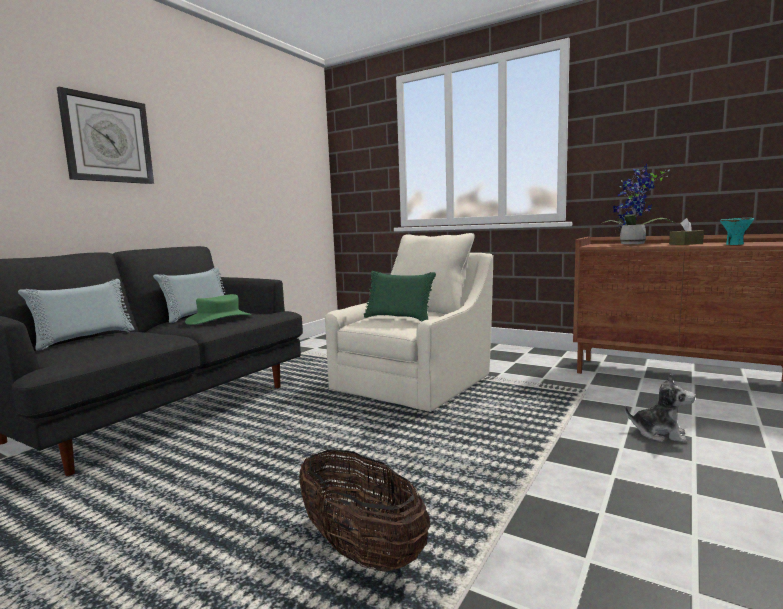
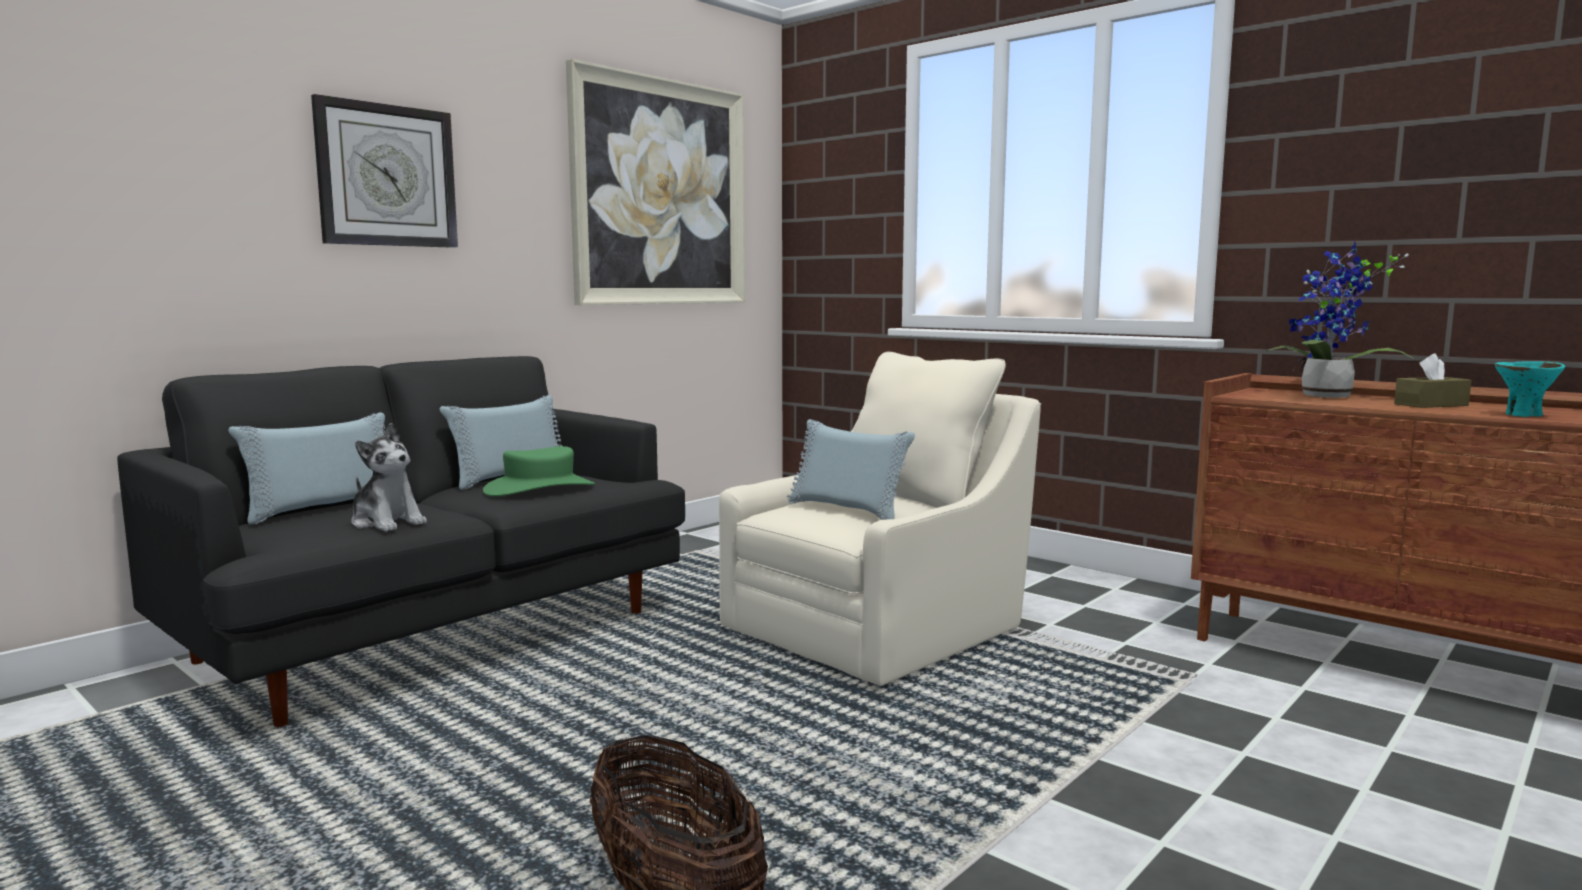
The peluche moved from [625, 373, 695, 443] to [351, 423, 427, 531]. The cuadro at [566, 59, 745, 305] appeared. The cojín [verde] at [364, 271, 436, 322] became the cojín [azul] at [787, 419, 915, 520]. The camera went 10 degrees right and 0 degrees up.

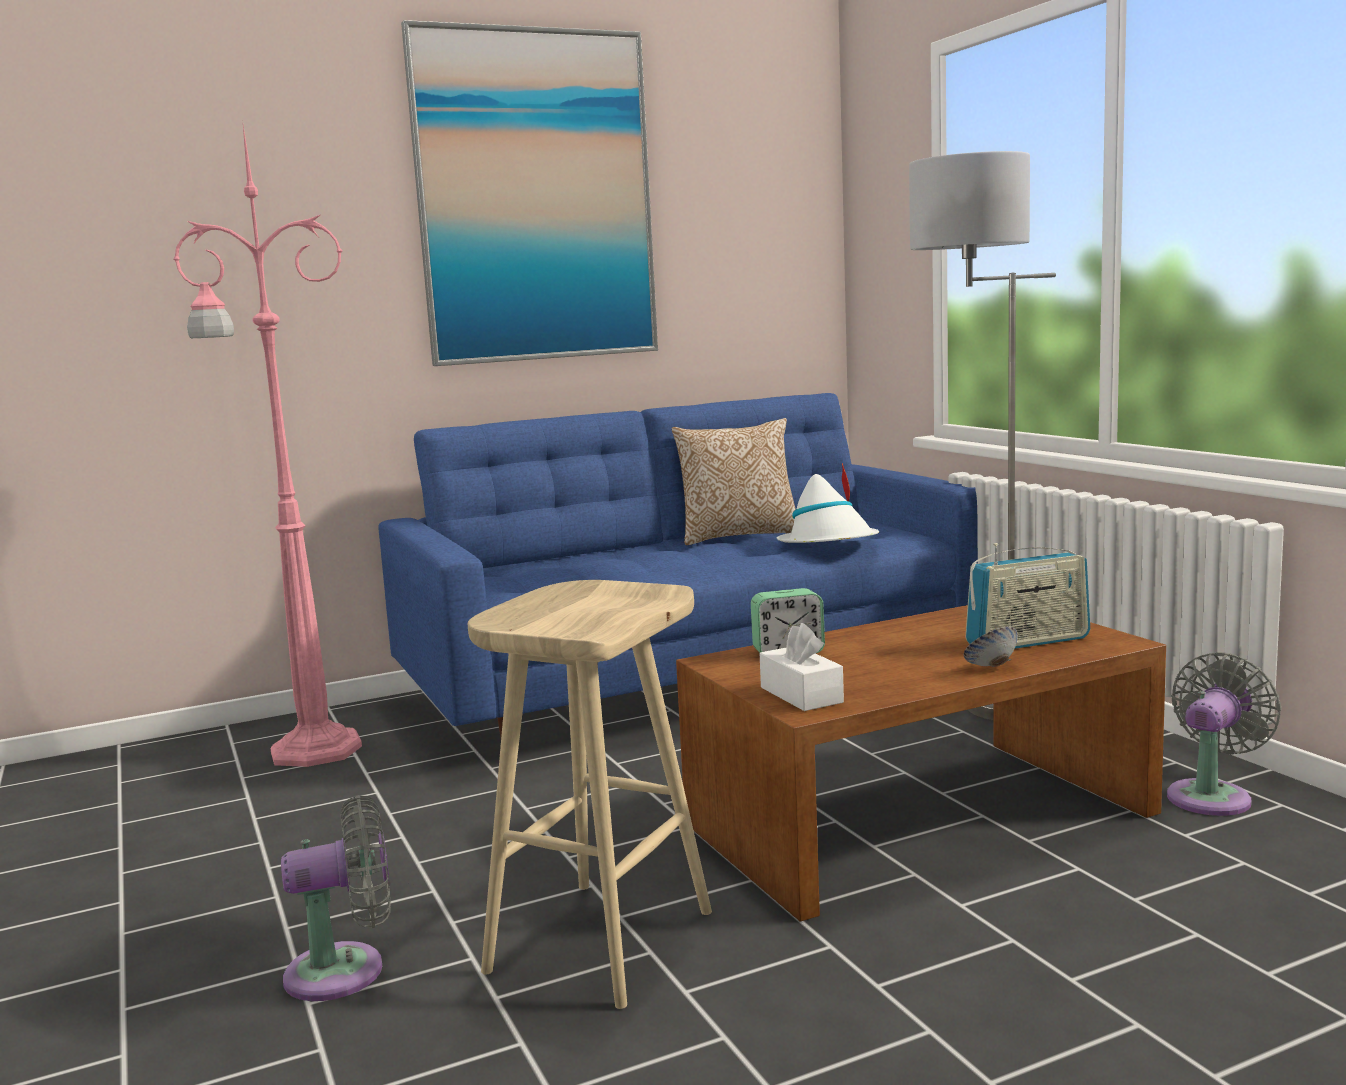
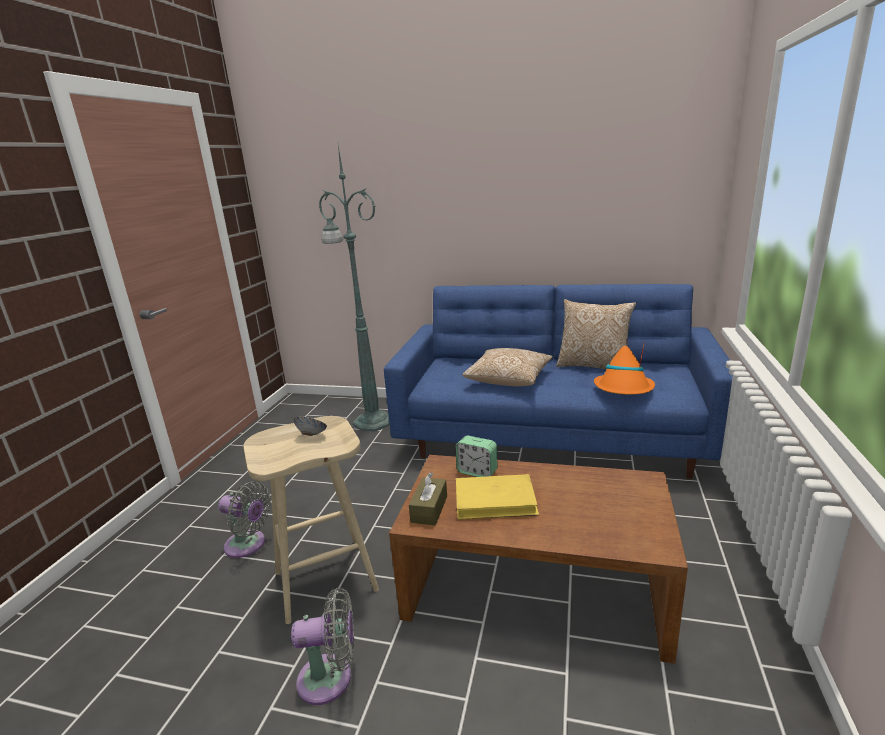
The ventilador [gris] moved from [1167, 652, 1282, 816] to [291, 588, 354, 705]. The cuenco moved from [964, 627, 1018, 667] to [294, 417, 327, 436]. The lámpara de pie [rosa] at [174, 119, 362, 767] became the lámpara de pie [verde] at [319, 145, 390, 432]. The caja de pañuelos [blanco] at [760, 623, 844, 711] became the caja de pañuelos [marrón] at [409, 472, 447, 525]. The libro [amarillo] at [456, 474, 539, 520] appeared. The cojín at [462, 348, 553, 386] appeared. The sombrero [blanco] at [777, 463, 879, 543] became the sombrero [naranja] at [594, 342, 655, 395]. The cuadro at [401, 20, 658, 366] disappeared. The lámpara de pie [gris] at [909, 151, 1056, 720] disappeared. The radio at [965, 543, 1090, 649] disappeared. The camera went 40 degrees right and 10 degrees up.

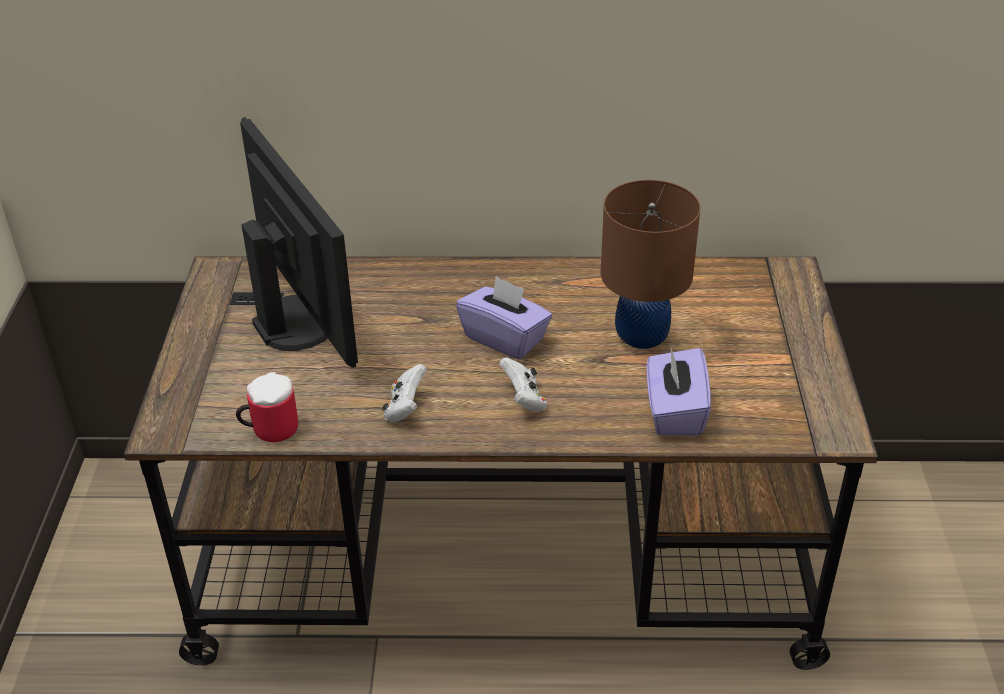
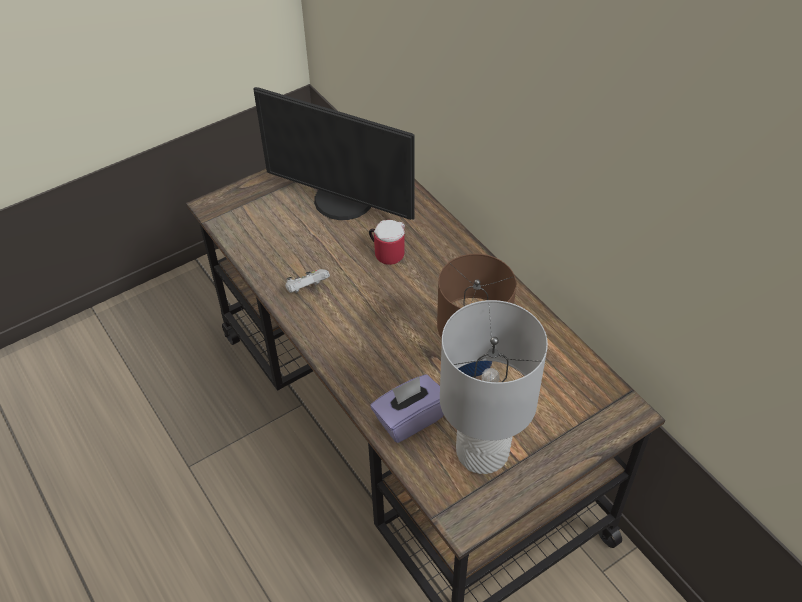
The monitor at [240, 117, 358, 368] turned 90 degrees clockwise. The taza grande moved from [236, 372, 298, 442] to [369, 220, 405, 265]. The lámpara de mesa [gris] at [440, 300, 548, 474] appeared. The caja de pañuelos [morado] at [456, 276, 552, 360] disappeared. The mando de consola [blanco] at [499, 357, 547, 412] disappeared. The camera went 55 degrees right and 10 degrees up.

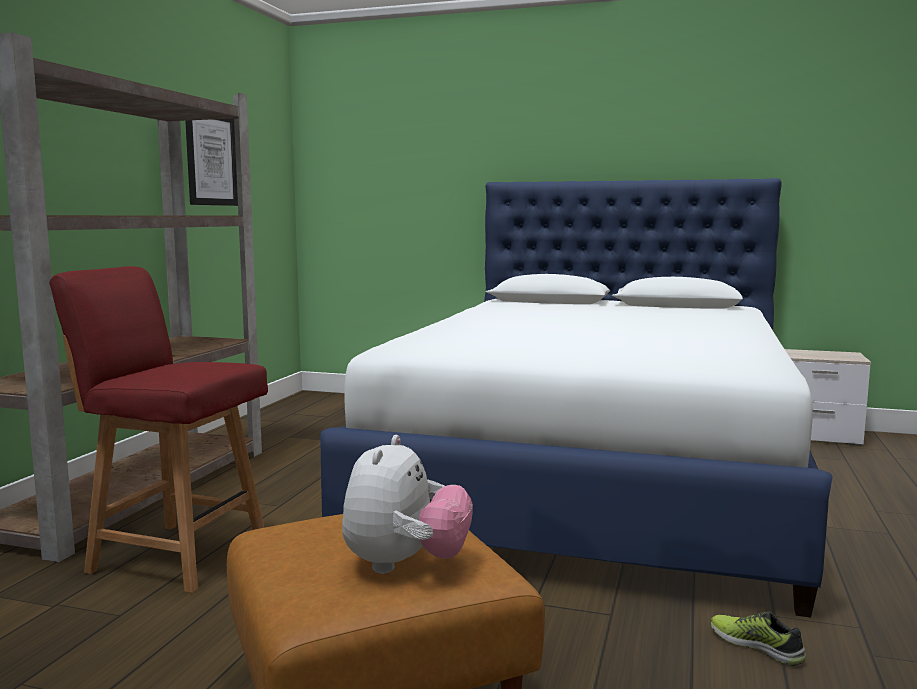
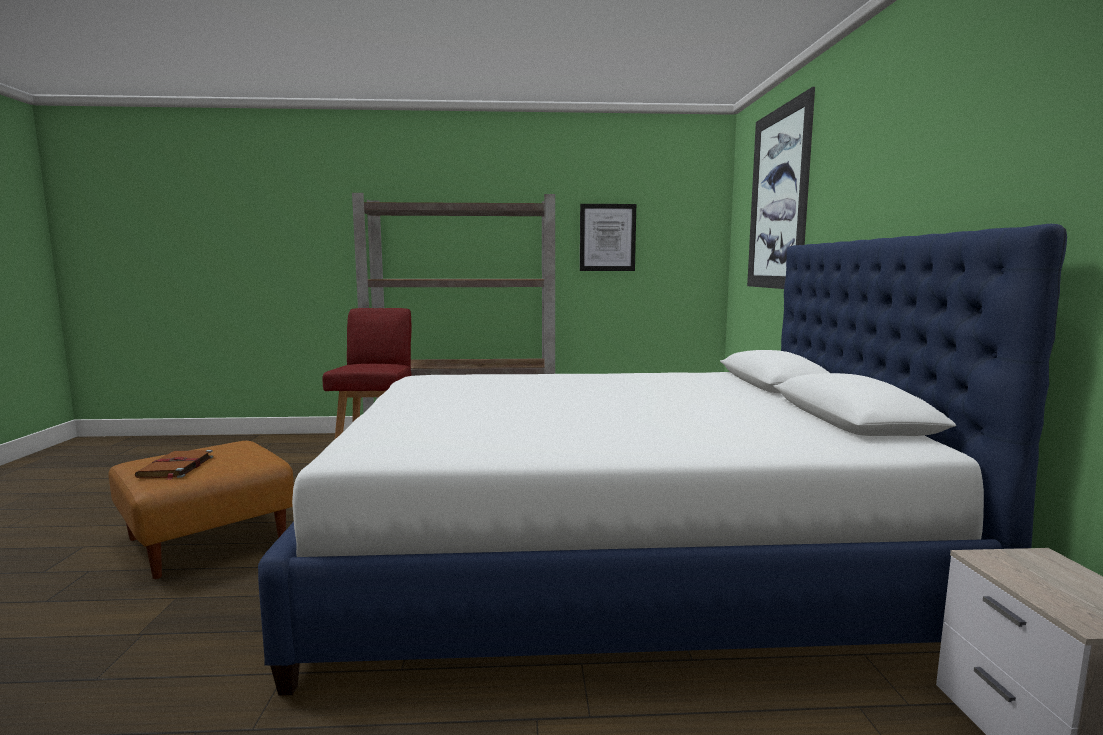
The peluche at [342, 435, 473, 574] was replaced by the libro [marrón] at [135, 450, 213, 480]. The cuadro at [747, 87, 815, 289] appeared. The zapato at [711, 611, 806, 666] disappeared. The camera went 70 degrees right and 0 degrees up.

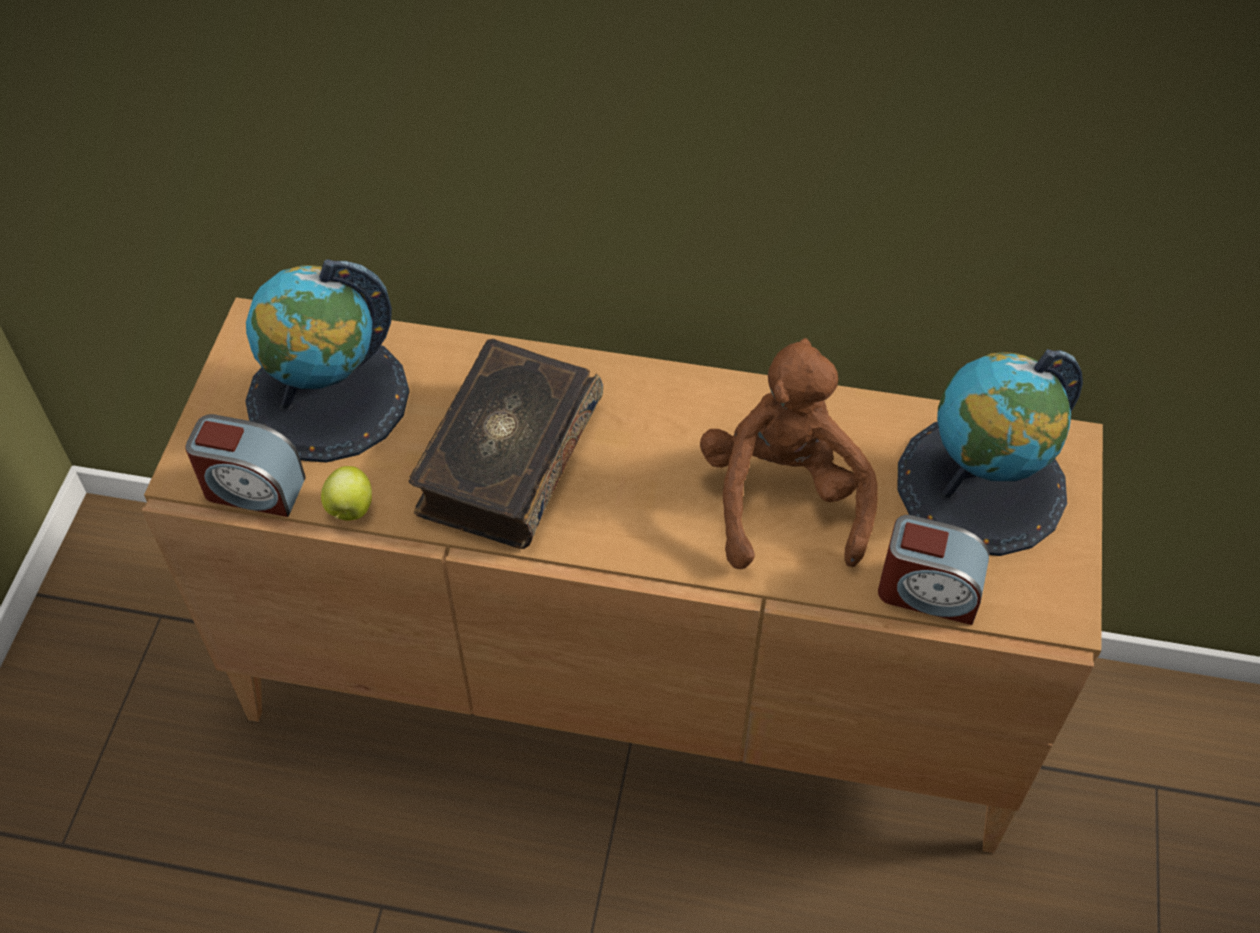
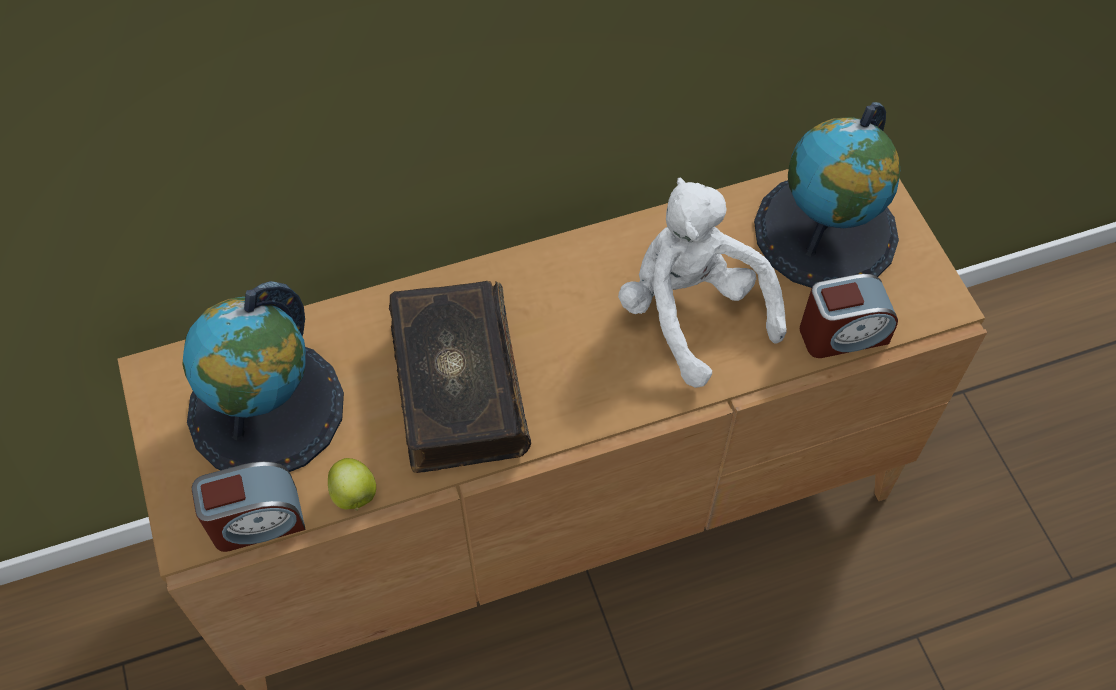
The peluche [marrón] at [700, 338, 878, 569] became the peluche [blanco] at [618, 178, 787, 388]. The camera went 30 degrees left and 5 degrees up.

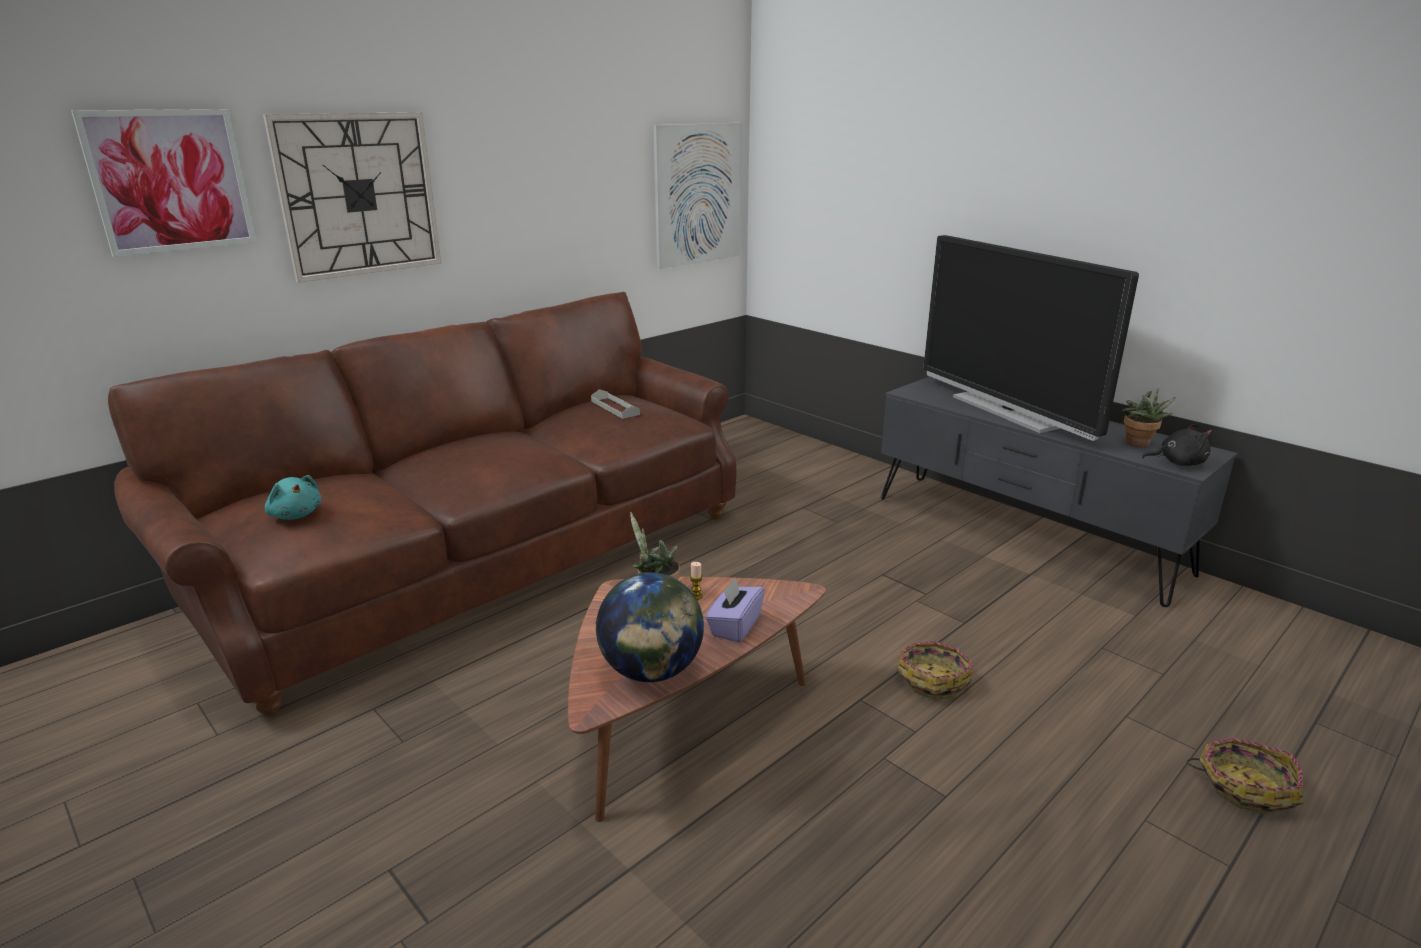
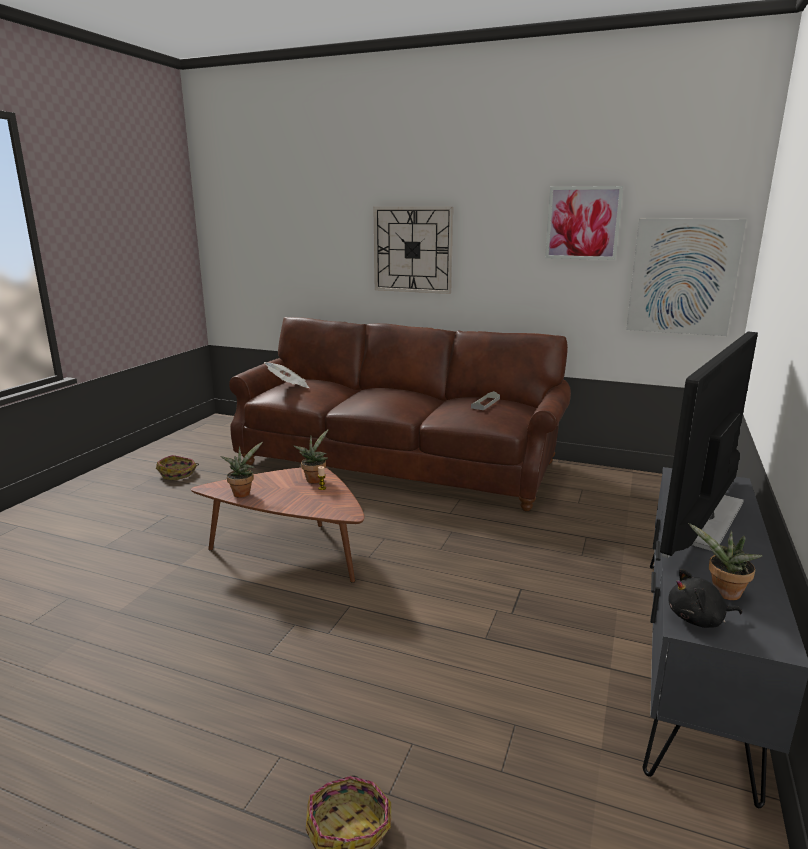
The cesta moved from [897, 642, 973, 699] to [156, 455, 199, 480]. The globo terráqueo at [596, 572, 704, 682] was replaced by the planta en maceta at [220, 442, 263, 498]. The peluche [turquesa] at [265, 475, 321, 520] was replaced by the periódico at [264, 362, 309, 388]. The cuadro moved from [71, 109, 256, 257] to [545, 186, 623, 260]. The peluche [negro] at [1142, 423, 1212, 466] turned 105 degrees clockwise. The caja de pañuelos [morado] at [706, 577, 765, 643] disappeared. The camera went 65 degrees right and 5 degrees down.

